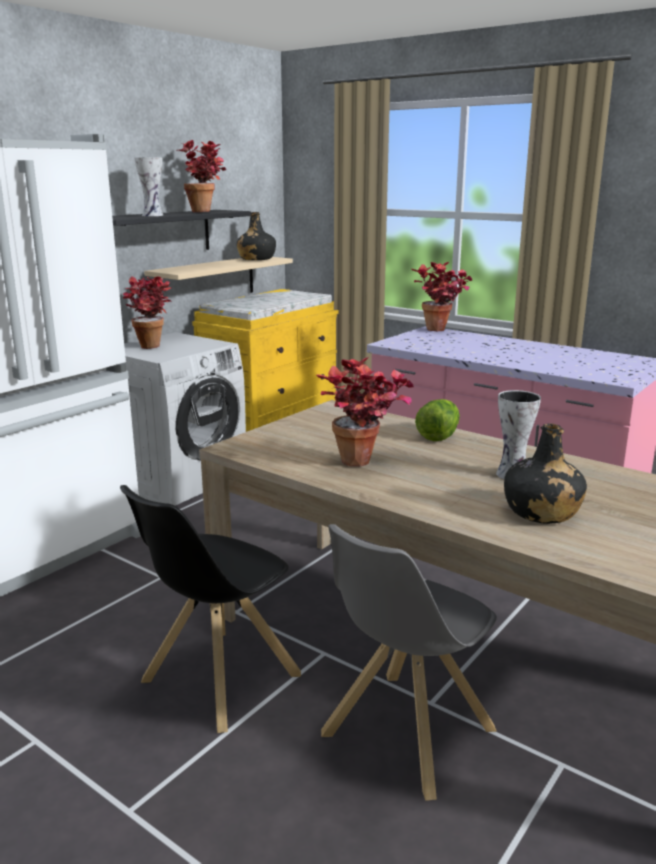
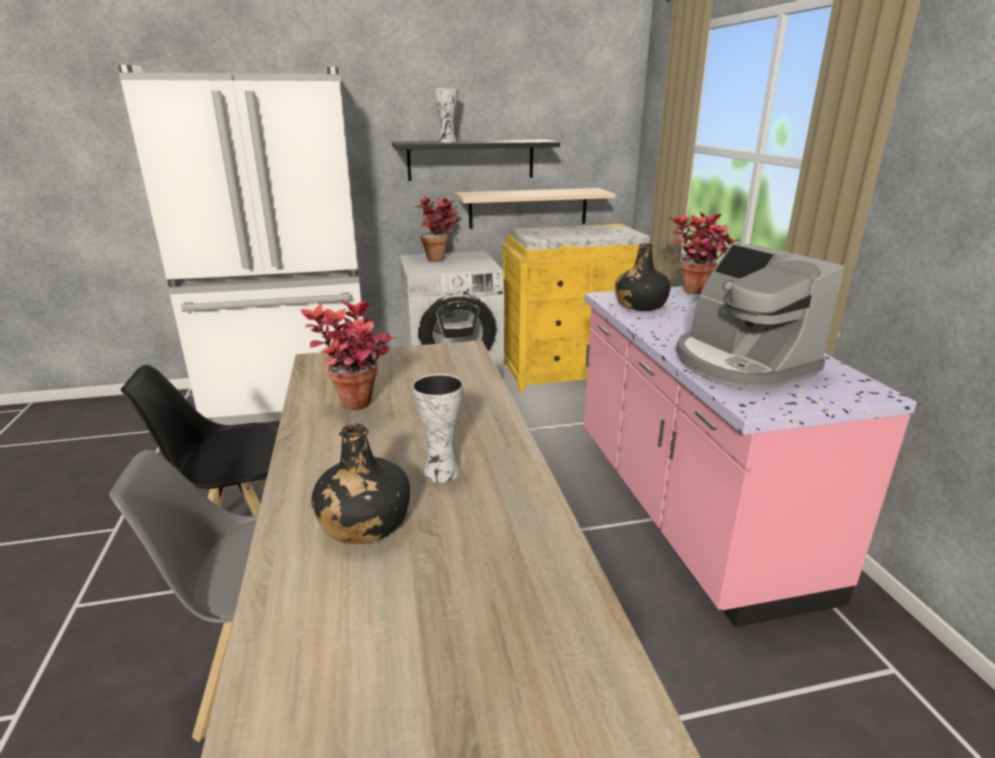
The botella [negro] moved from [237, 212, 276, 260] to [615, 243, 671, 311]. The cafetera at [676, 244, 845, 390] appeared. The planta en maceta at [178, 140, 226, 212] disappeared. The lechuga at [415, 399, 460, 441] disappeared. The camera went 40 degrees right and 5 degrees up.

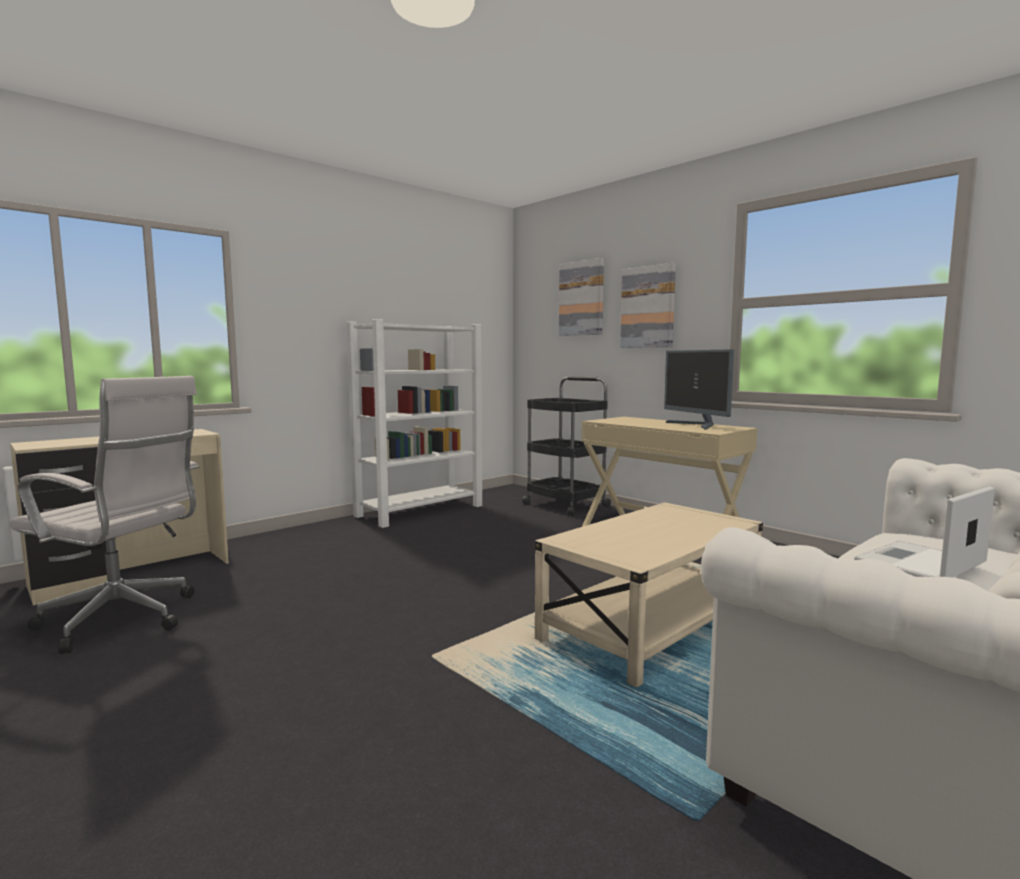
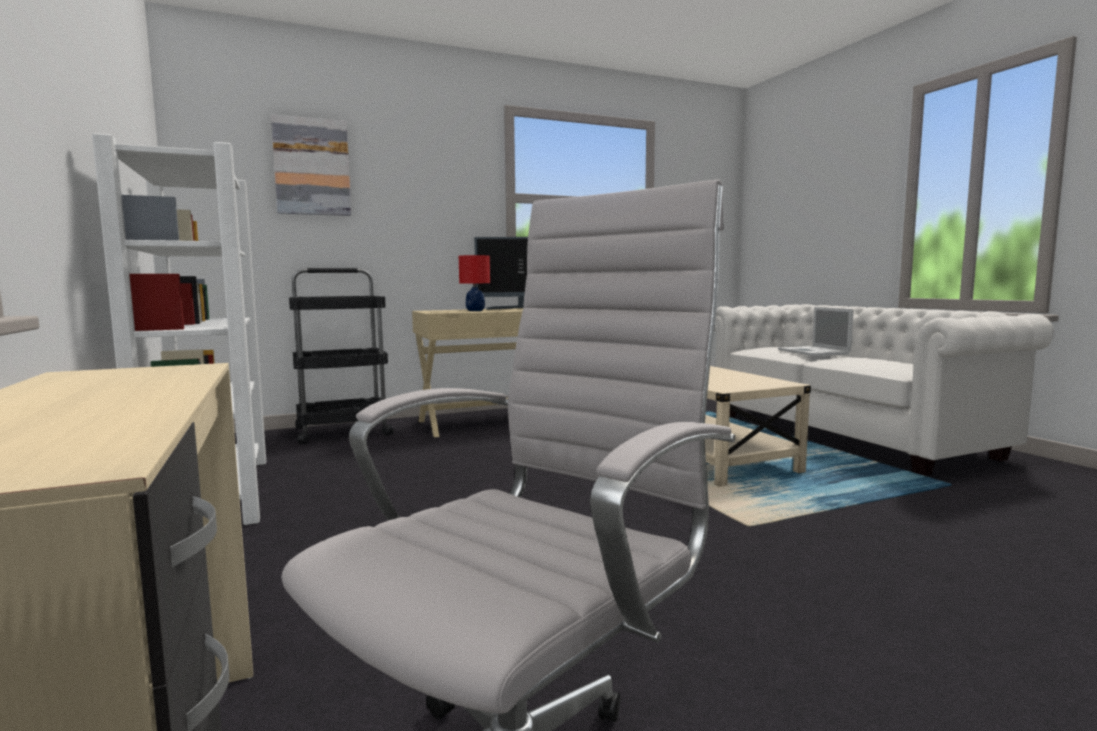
The lámpara de mesa [rojo] at [459, 255, 490, 311] appeared. The cuadro at [620, 263, 676, 348] disappeared. The camera went 70 degrees left and 0 degrees up.

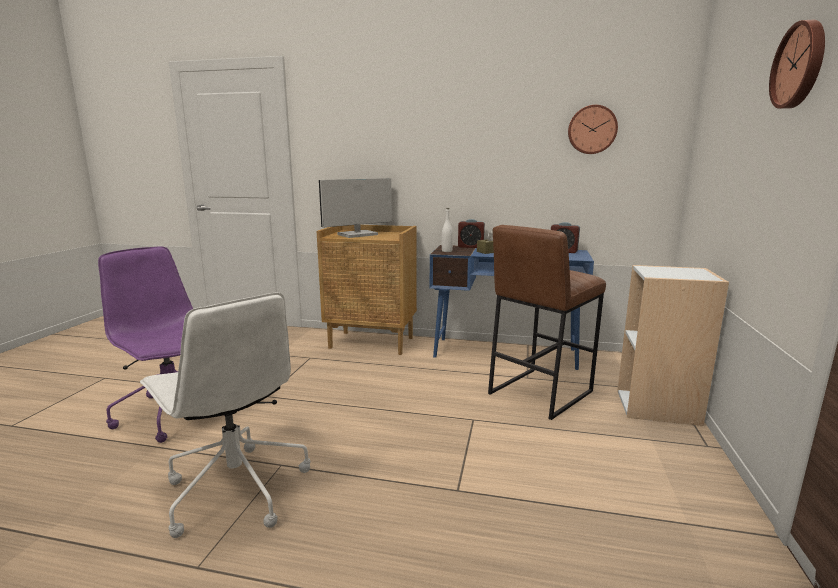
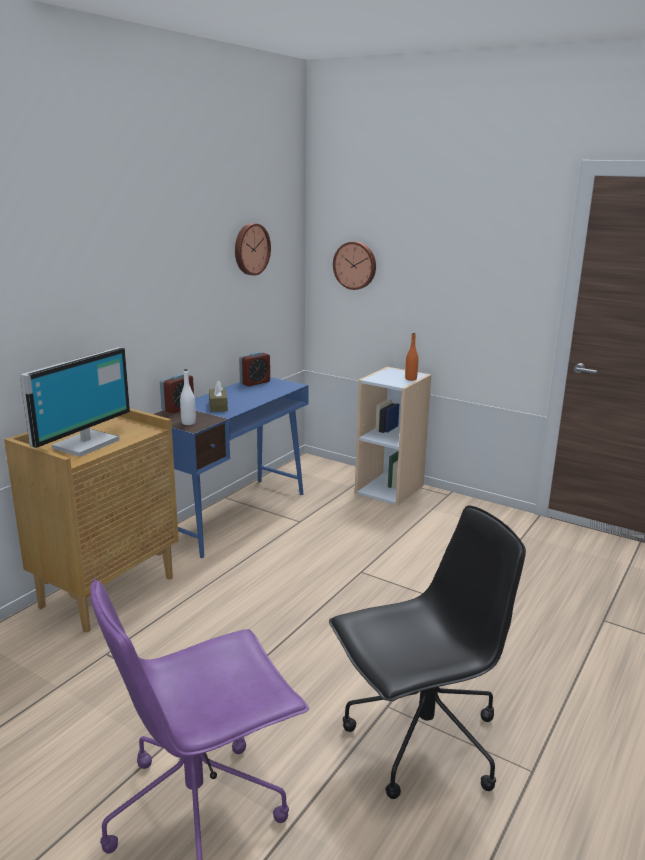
The monitor at [319, 178, 392, 238] turned 135 degrees counterclockwise. The silla de oficina [blanco] at [140, 292, 311, 538] became the silla de oficina [negro] at [329, 505, 526, 799]. The reloj de pared moved from [769, 20, 825, 109] to [333, 241, 376, 290]. The botella [naranja] at [405, 333, 418, 381] appeared. The taburete [marrón] at [488, 225, 606, 420] disappeared. The camera went 70 degrees left and 5 degrees up.

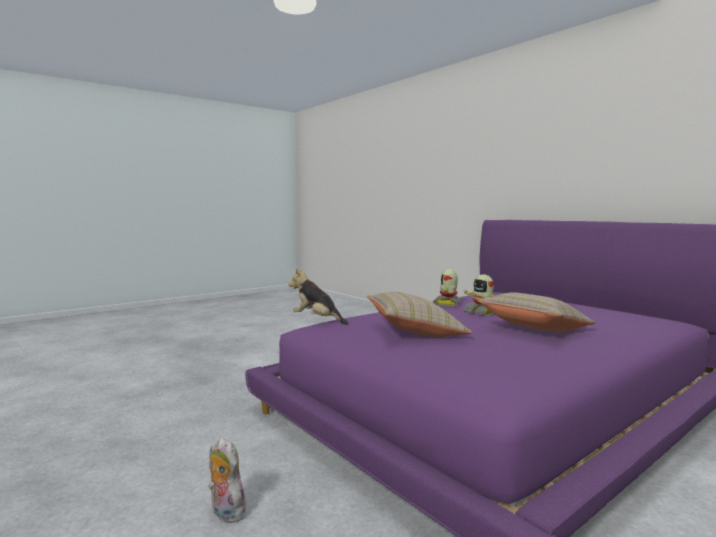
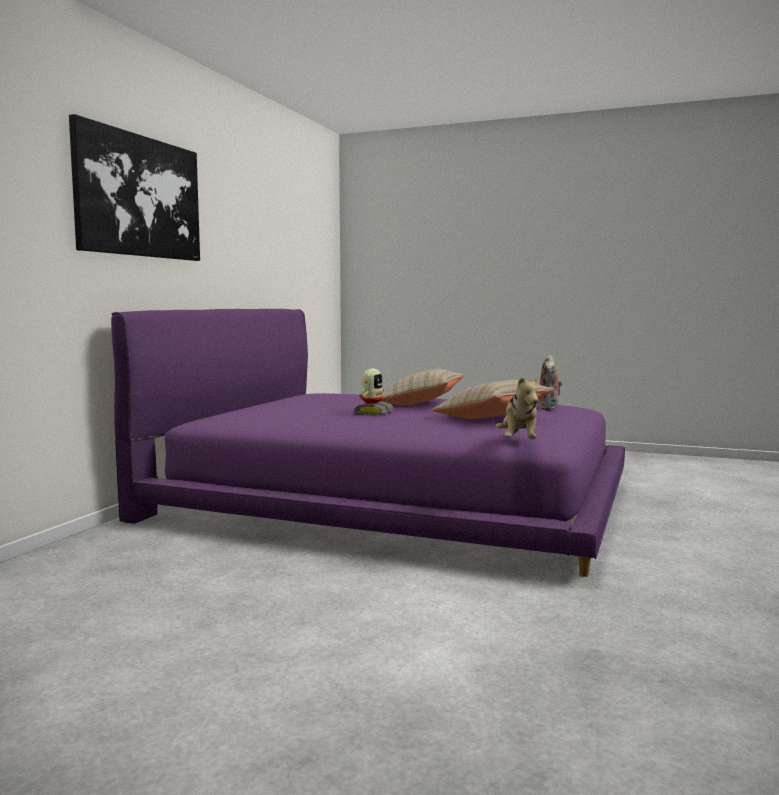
The cuadro at [69, 114, 200, 261] appeared. The peluche moved from [208, 438, 248, 523] to [537, 355, 562, 410]. The robot de juguete at [432, 269, 461, 307] disappeared. The camera went 120 degrees left and 0 degrees up.

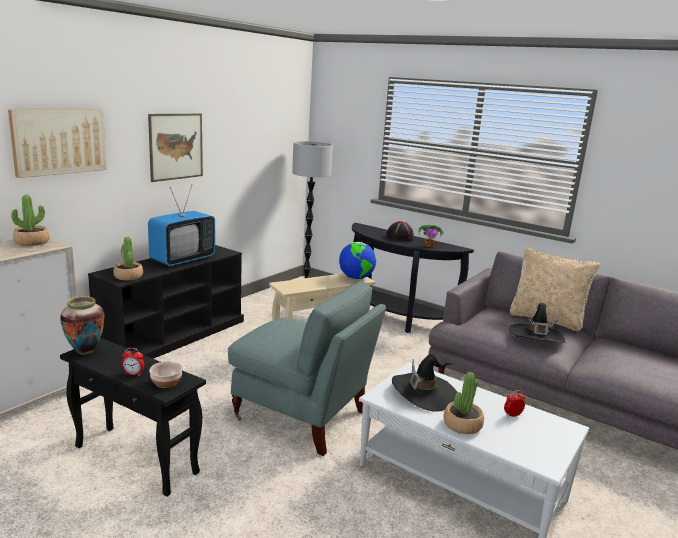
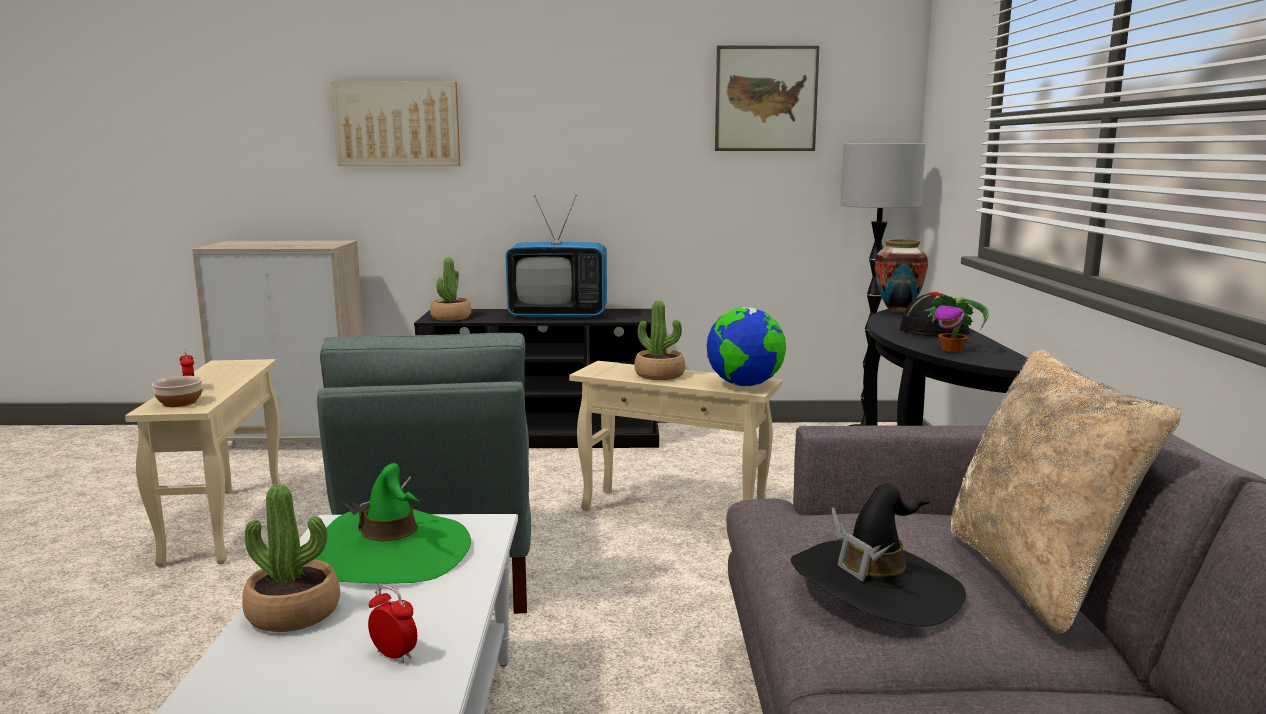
The mesa auxiliar [negro] at [60, 338, 206, 497] became the mesa auxiliar [beis] at [125, 359, 281, 567]. The sombrero [negro] at [392, 353, 458, 412] became the sombrero [verde] at [316, 463, 471, 584]. The planta en maceta moved from [11, 195, 50, 246] to [634, 300, 685, 380]. The cuadro moved from [148, 114, 203, 182] to [715, 45, 819, 151]. The florero moved from [60, 296, 104, 355] to [875, 239, 928, 313]. The camera went 55 degrees right and 5 degrees down.

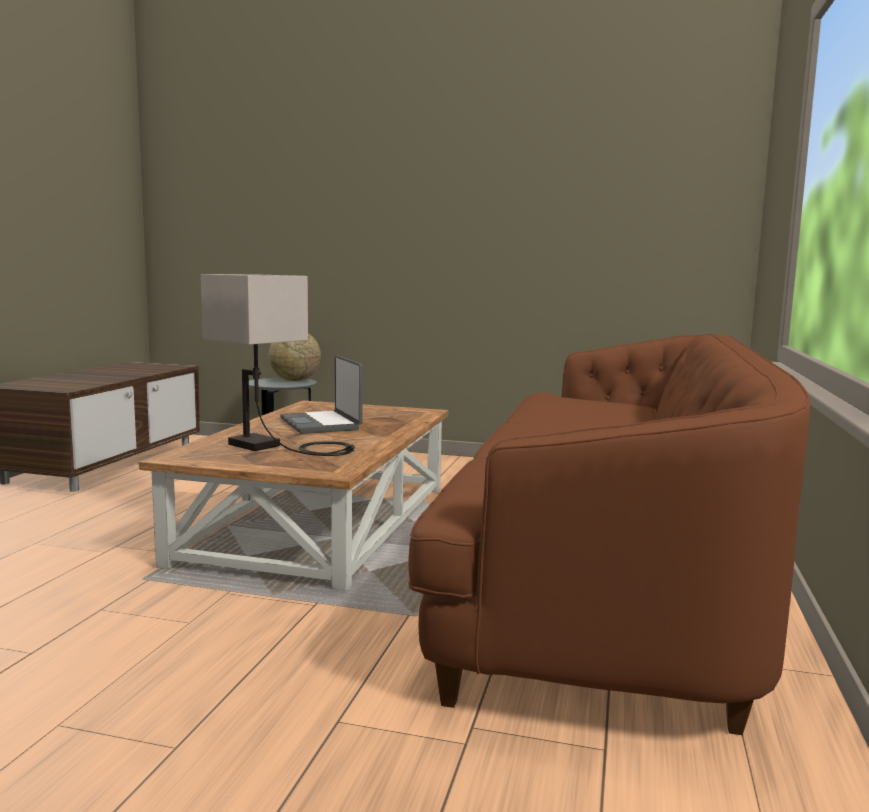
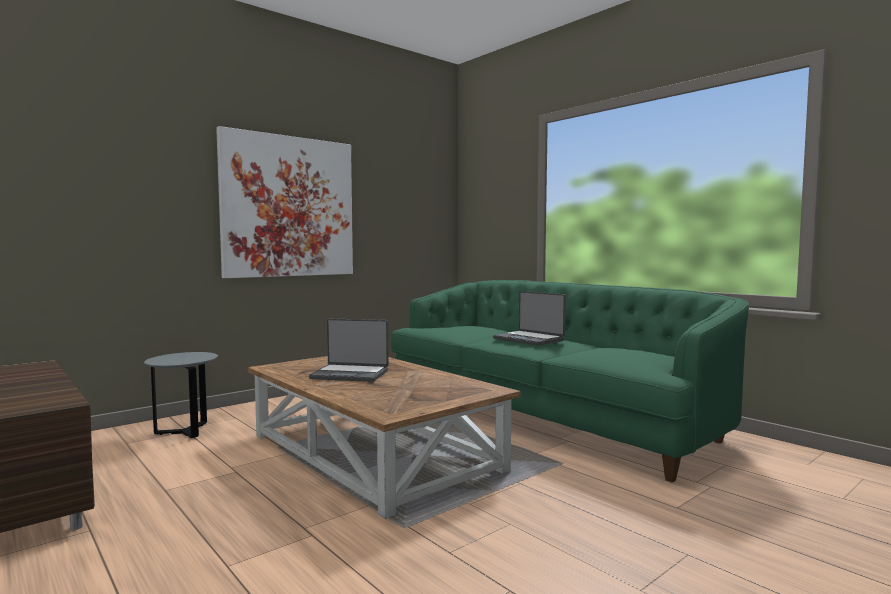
The cuadro at [216, 126, 353, 278] appeared. The sofá [marrón] at [408, 334, 810, 735] became the sofá [verde] at [391, 280, 749, 483]. The portátil at [493, 291, 566, 346] appeared. The lámpara de mesa at [201, 274, 355, 456] disappeared. The globo terráqueo at [268, 333, 321, 381] disappeared. The camera went 55 degrees left and 5 degrees down.

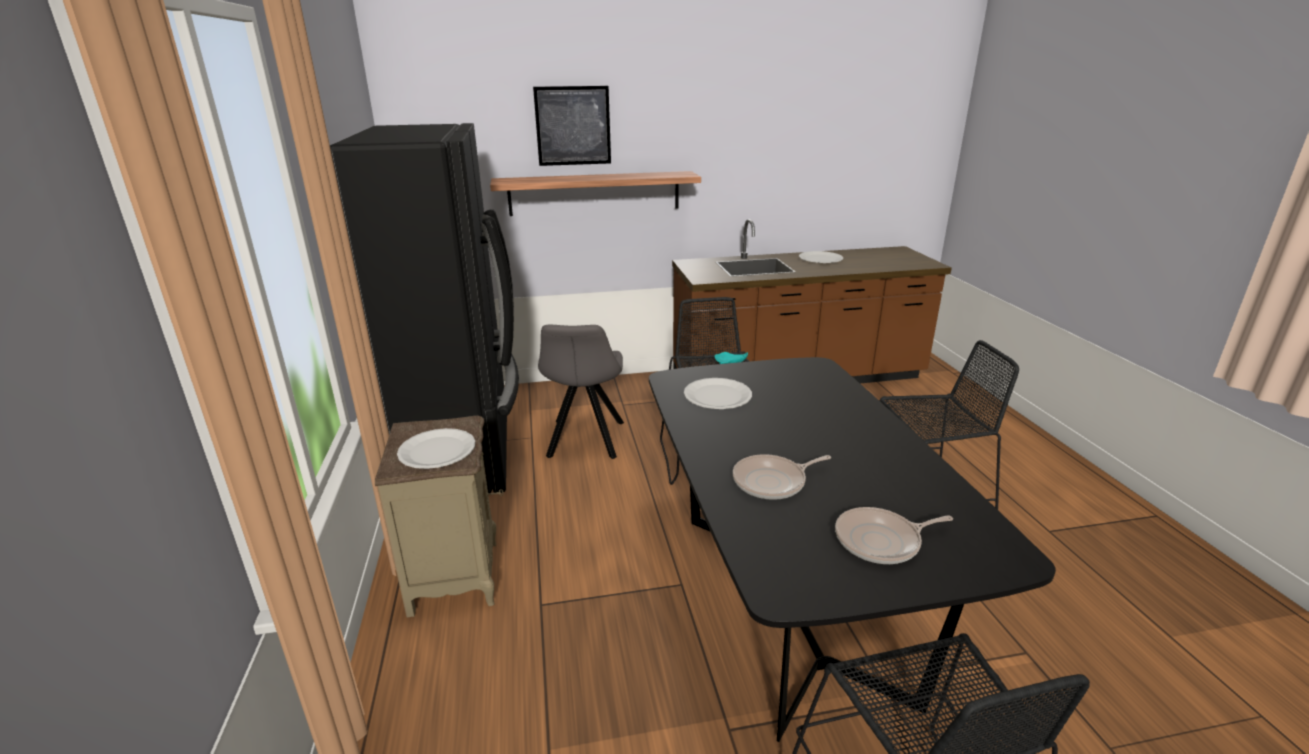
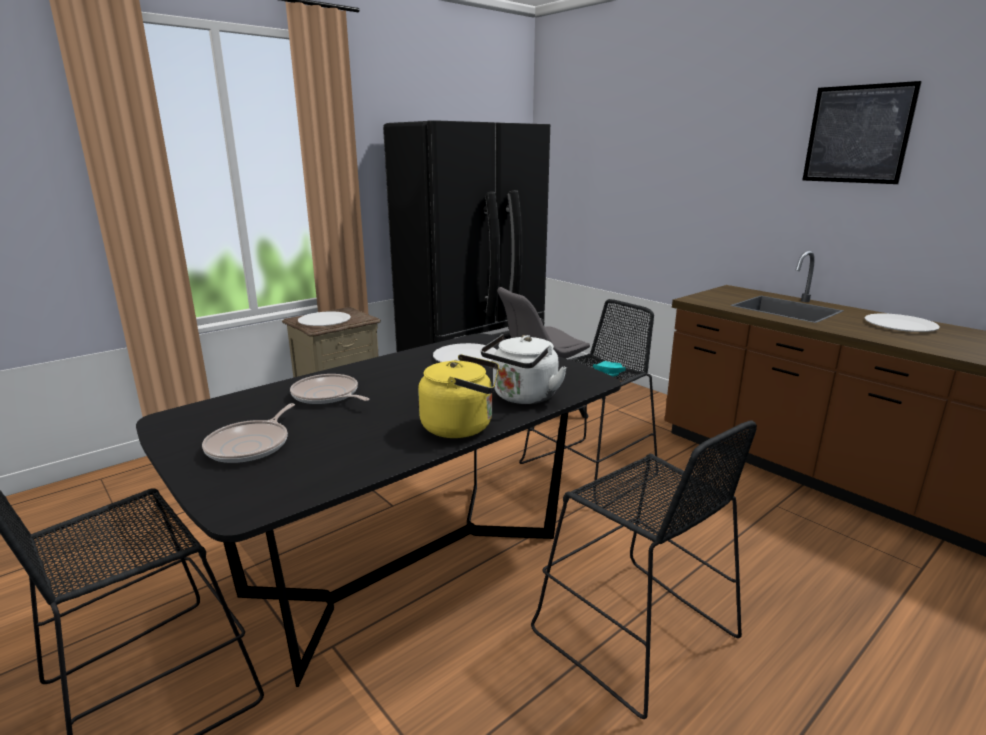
The sartén at [835, 507, 953, 564] turned 120 degrees counterclockwise. The hervidor [amarillo] at [418, 354, 499, 438] appeared. The hervidor [blanco] at [481, 334, 567, 404] appeared. The cuadro moved from [533, 86, 611, 166] to [802, 81, 922, 184]. The estante at [490, 171, 701, 216] disappeared. The camera went 60 degrees right and 5 degrees down.

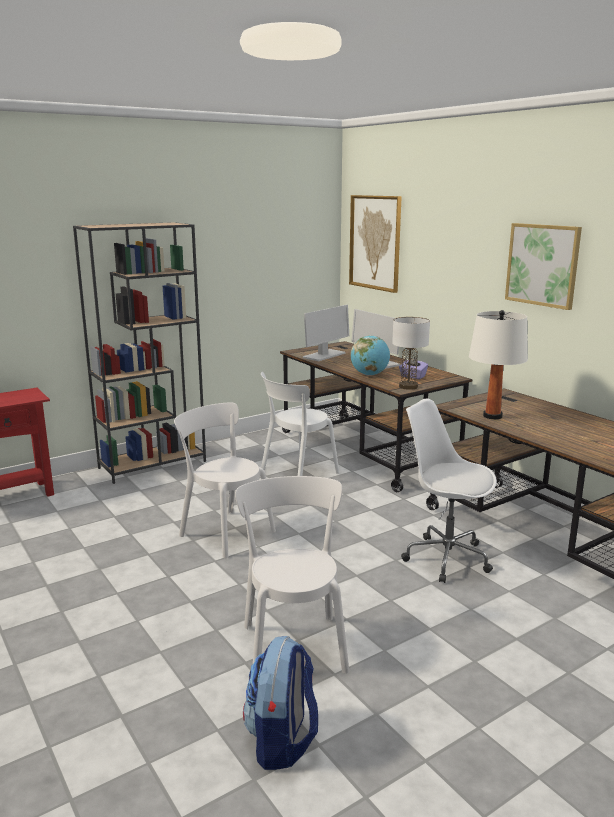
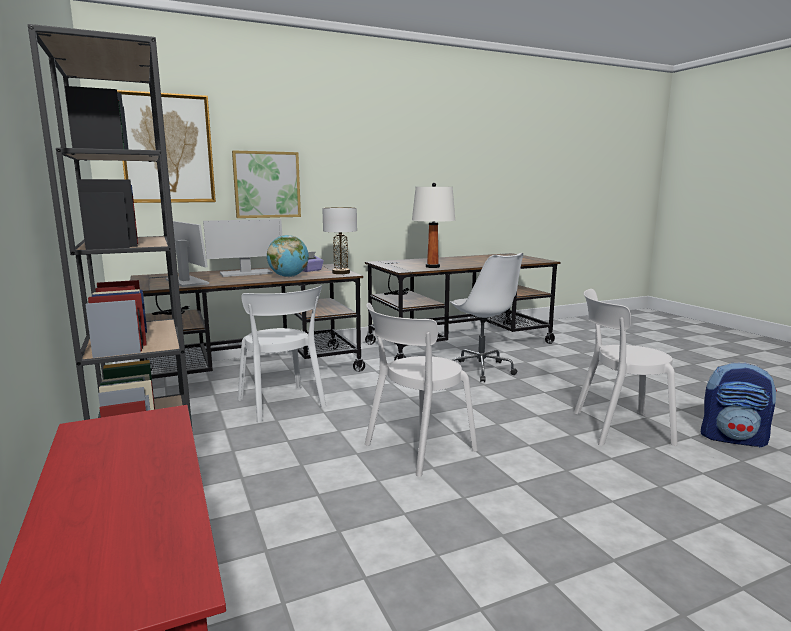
The cuadro moved from [505, 223, 582, 310] to [232, 150, 301, 218]. The silla de oficina [blanco] at [401, 399, 497, 583] turned 75 degrees counterclockwise. The camera went 80 degrees left and 5 degrees down.

